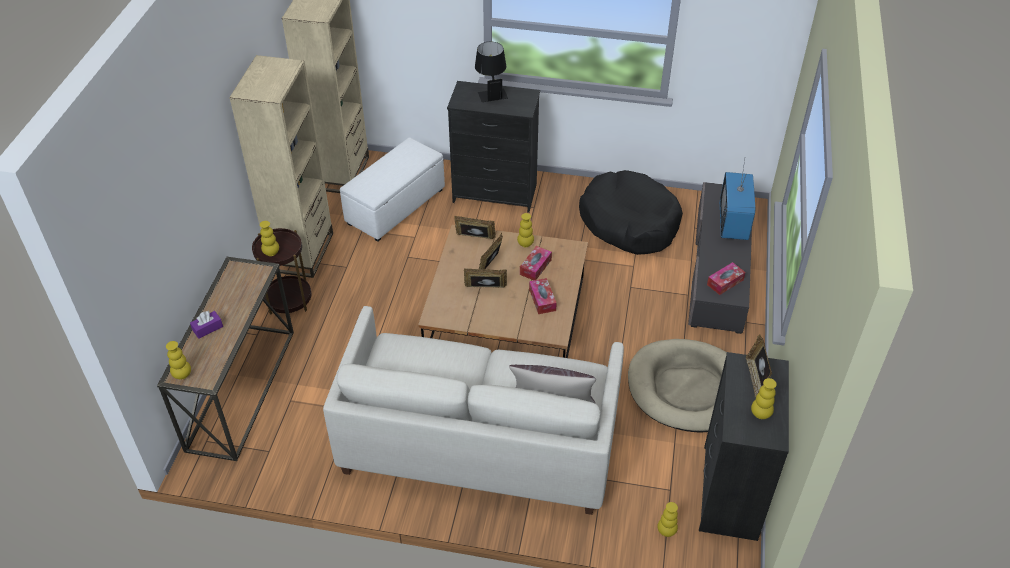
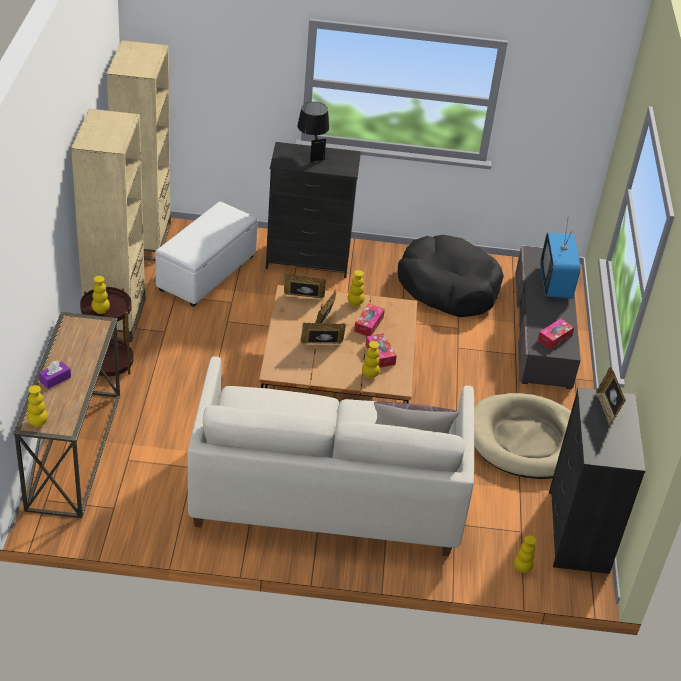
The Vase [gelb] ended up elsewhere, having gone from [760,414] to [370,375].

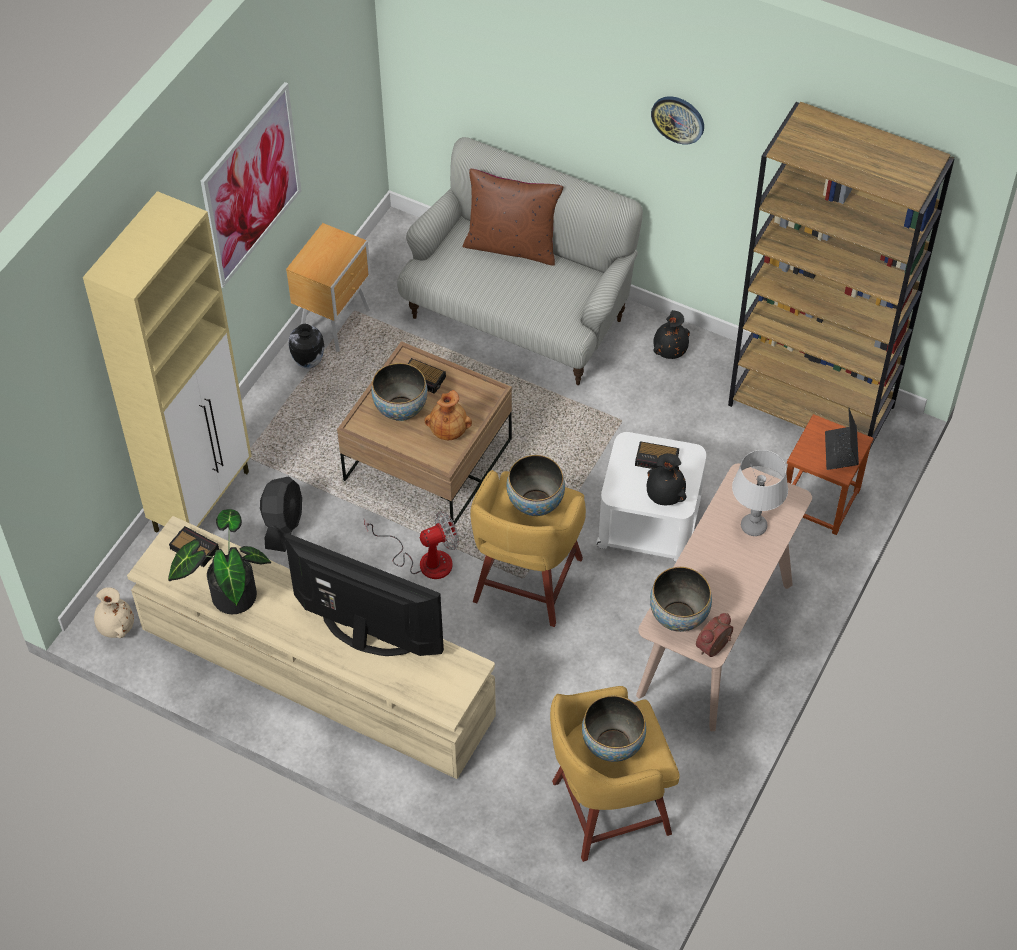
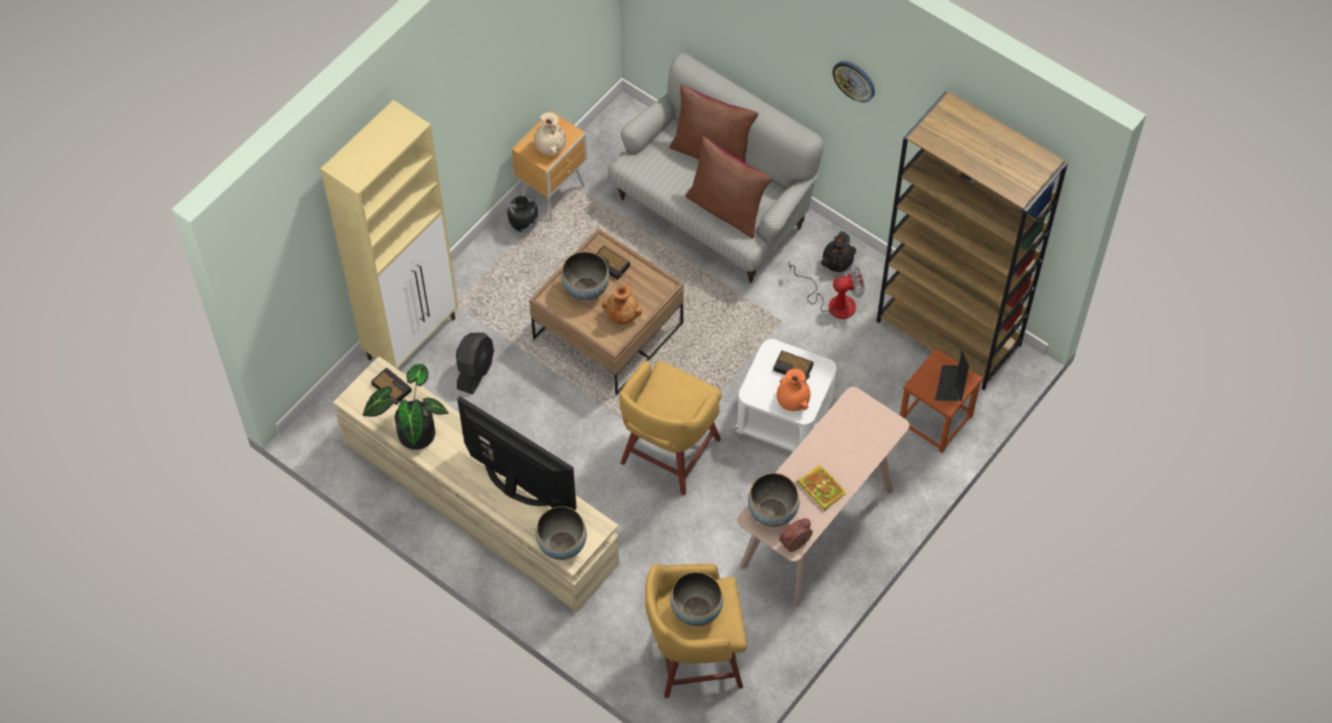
The second view lost the Bild at [251,185].
The second view lost the Tischlampe [grau] at [753,526].
What was the Vase [schwarz] at [664,496] turned into the Vase [orange] at [792,402].
The Schüssel ended up elsewhere, having gone from [535,503] to [562,545].
The Ventilator ended up elsewhere, having gone from [424,560] to [833,302].
The Vase [beige] ended up elsewhere, having gone from [116,627] to [550,147].
The second view gained the Kissen [braun] at [727,209].
The second view gained the Buch at [820,488].

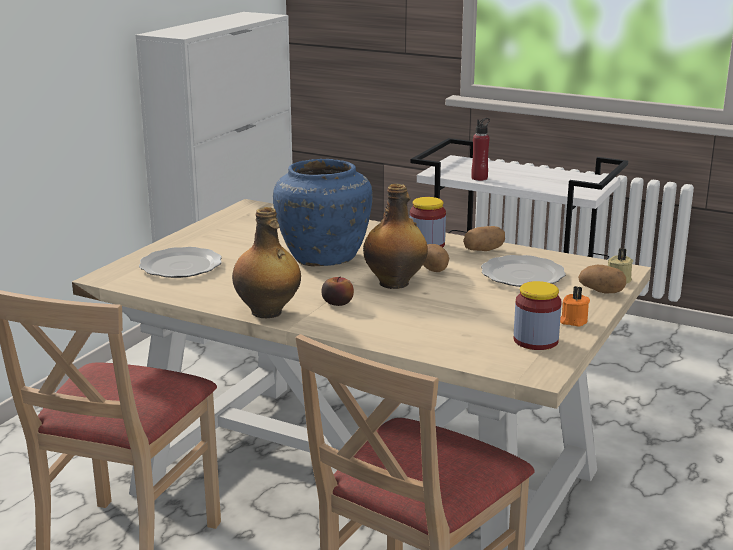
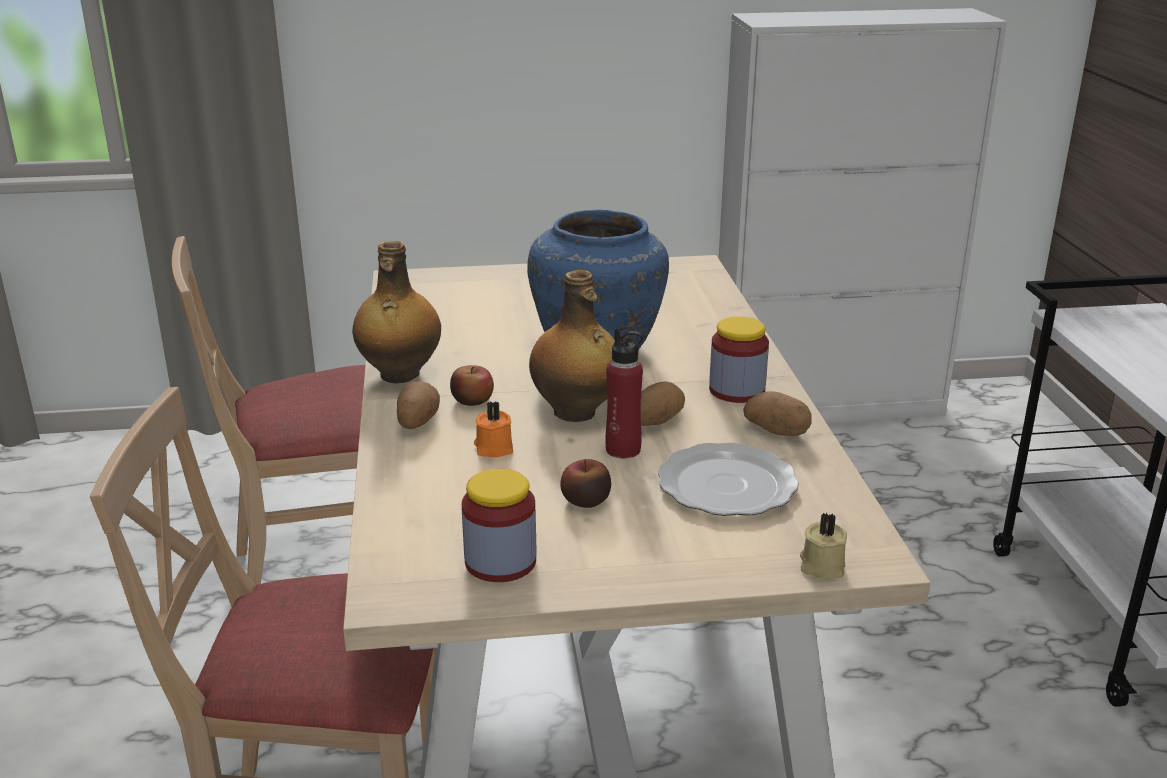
The Flasche [rot] ended up elsewhere, having gone from [479,178] to [623,449].
The second view lost the Teller at [180,266].
The Kartoffel ended up elsewhere, having gone from [602,291] to [416,422].
The Kerze [orange] ended up elsewhere, having gone from [573,321] to [493,448].
The second view gained the Apfel at [585,500].

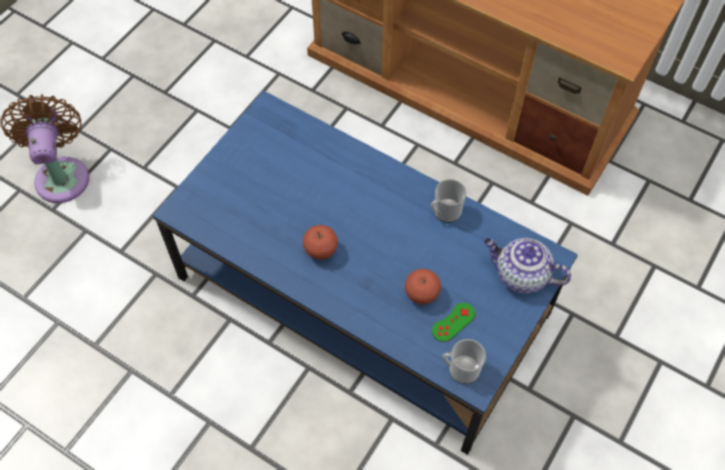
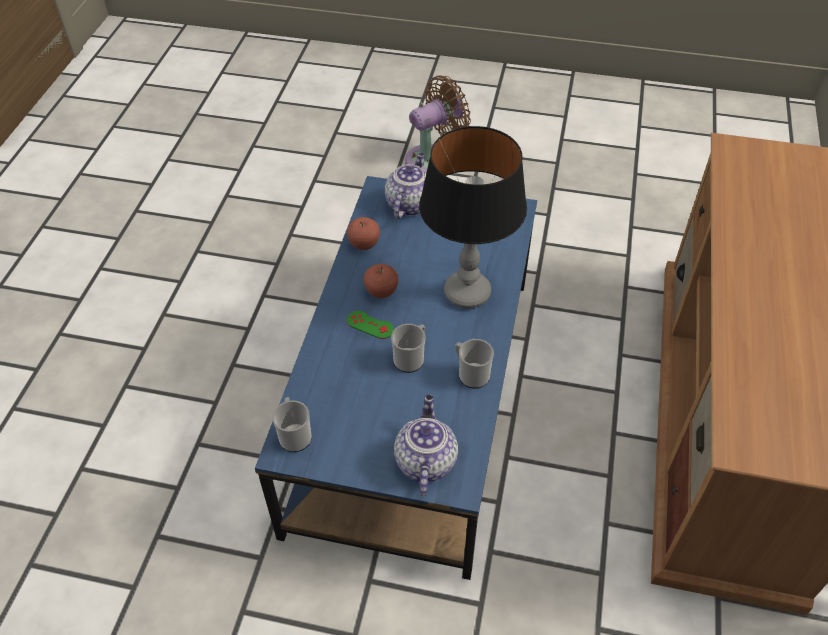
The Apfel ended up elsewhere, having gone from [421,294] to [364,244].
The Gamepad [grün] ended up elsewhere, having gone from [453,322] to [370,325].
The second view gained the Tischlampe at [466,293].
The second view gained the Teekanne at [409,204].
The second view gained the Henkelbecher at [411,358].

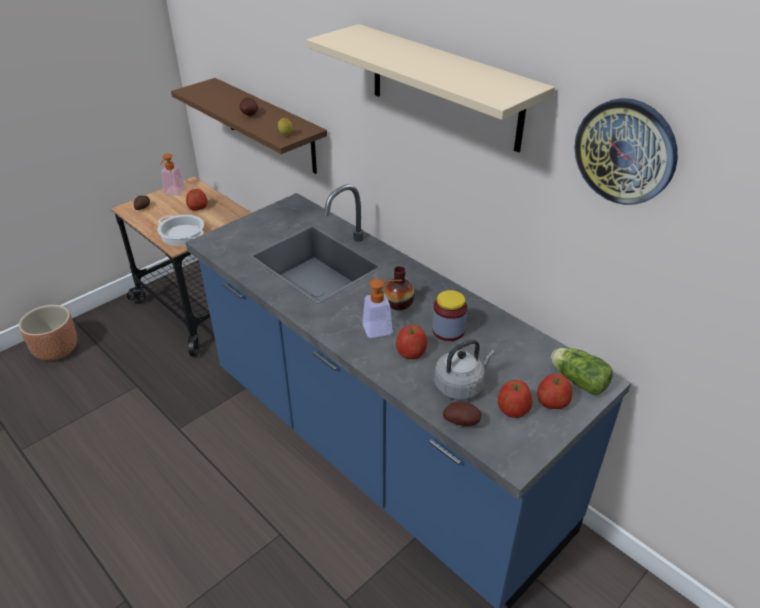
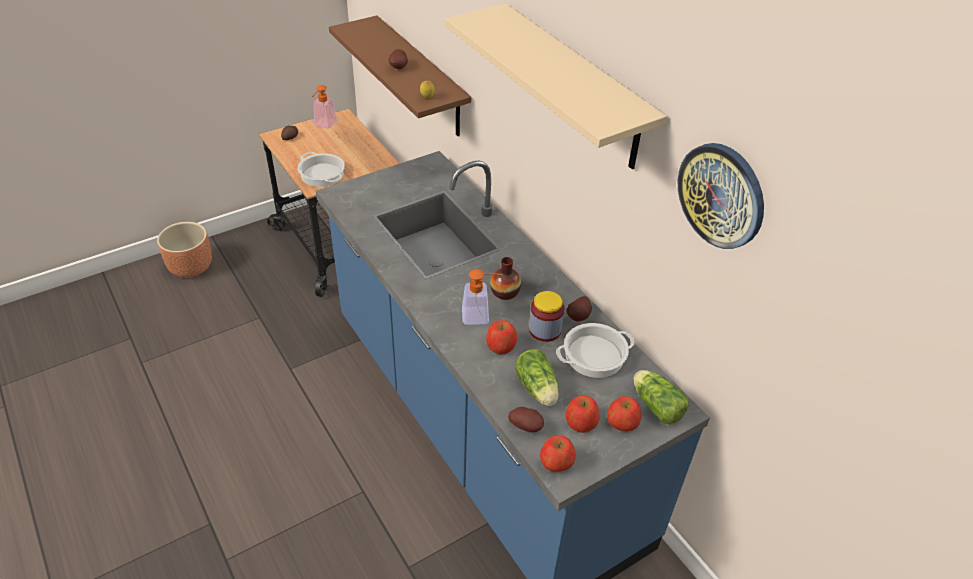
The Apfel ended up elsewhere, having gone from [197,207] to [556,462].
Where the Wasserkessel [grau] stood at [460,386], the Salatkopf came to stand at [537,389].
The second view gained the Kartoffel at [579,317].
The second view gained the Kochtopf at [594,355].

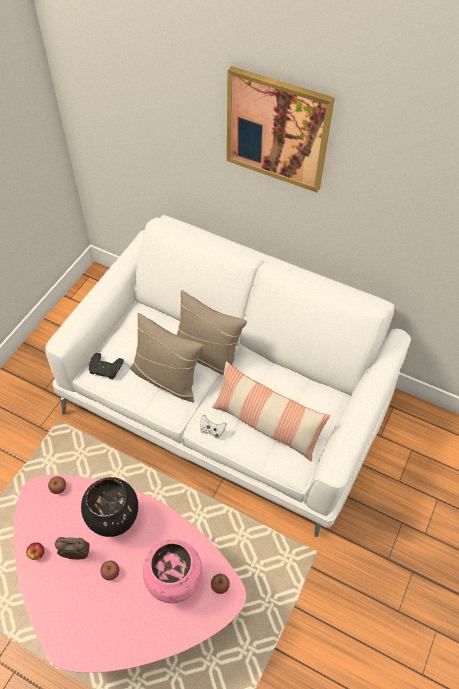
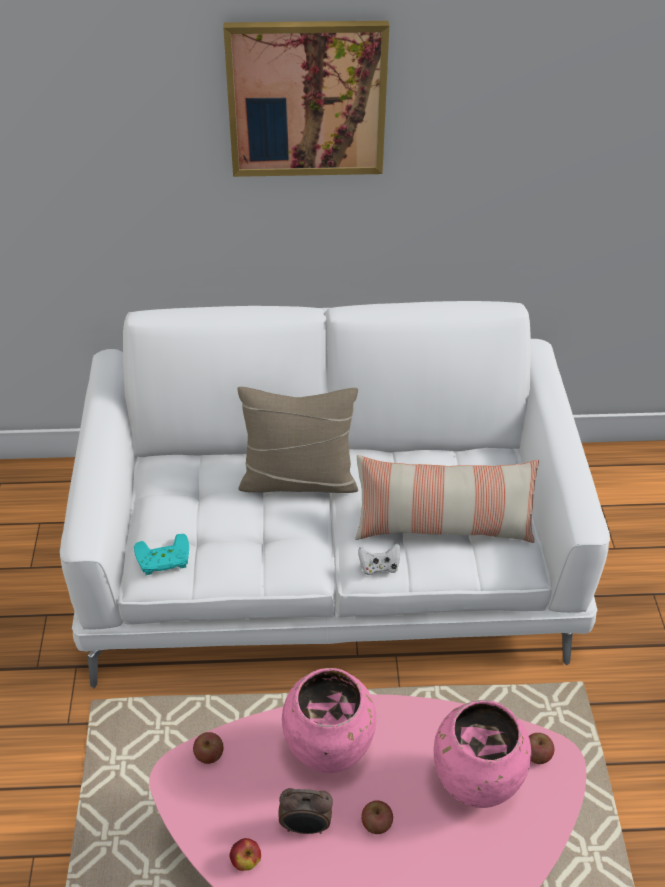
The second view lost the Kissen [beige] at [167,378].
What was the Gamepad [schwarz] at [104,369] turned into the Gamepad [türkis] at [163,560].
What was the Vase [schwarz] at [116,520] turned into the Vase [rosa] at [329,751].
The Wecker at [76,553] ended up facing another way, 150 degrees counterclockwise from before.

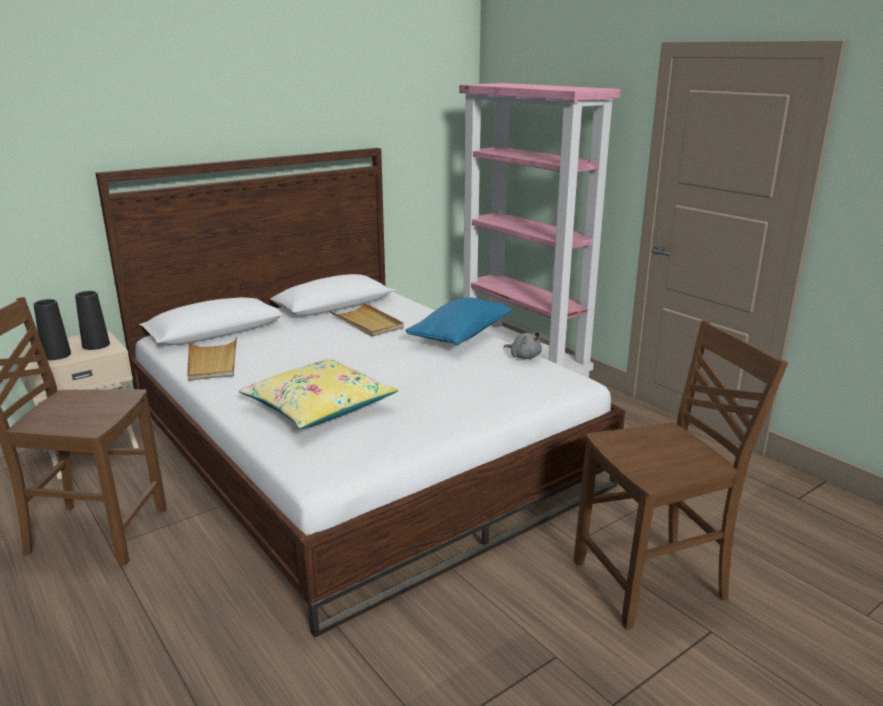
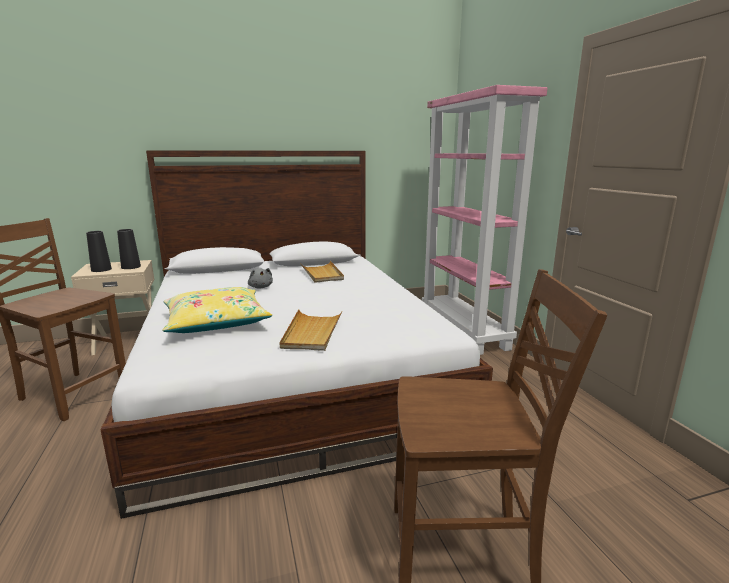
The second view lost the Kissen [blau] at [460,336].
The Plüschtier [grau] ended up elsewhere, having gone from [524,356] to [261,287].
The Tablett [beige] ended up elsewhere, having gone from [212,362] to [312,332].

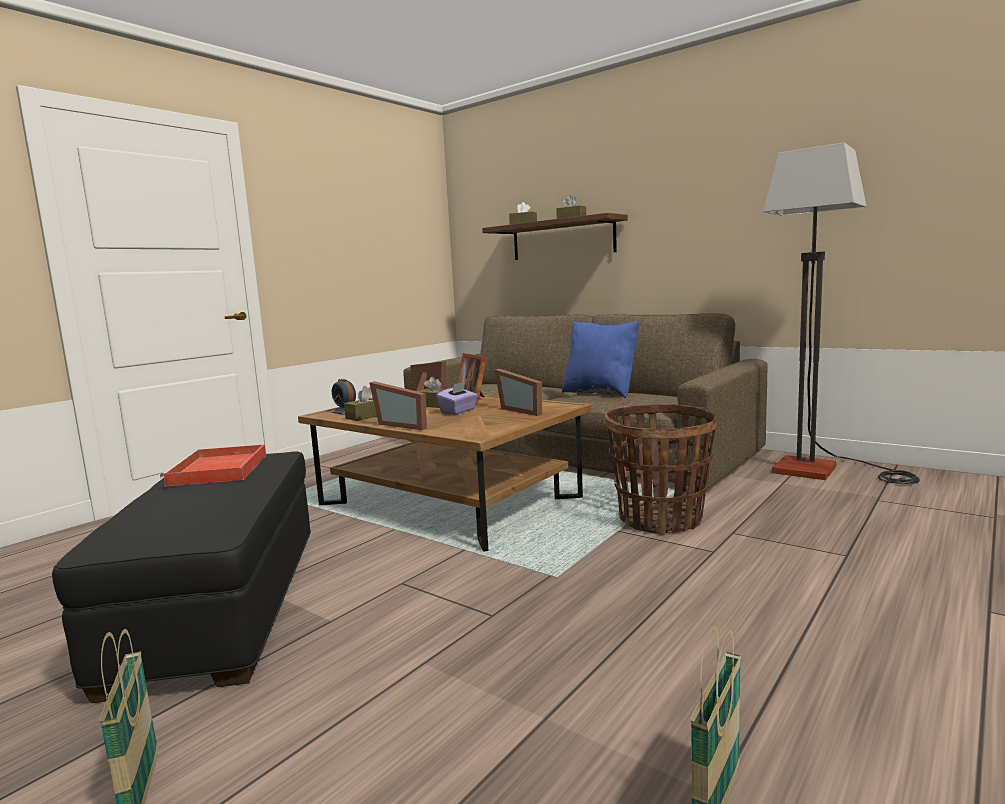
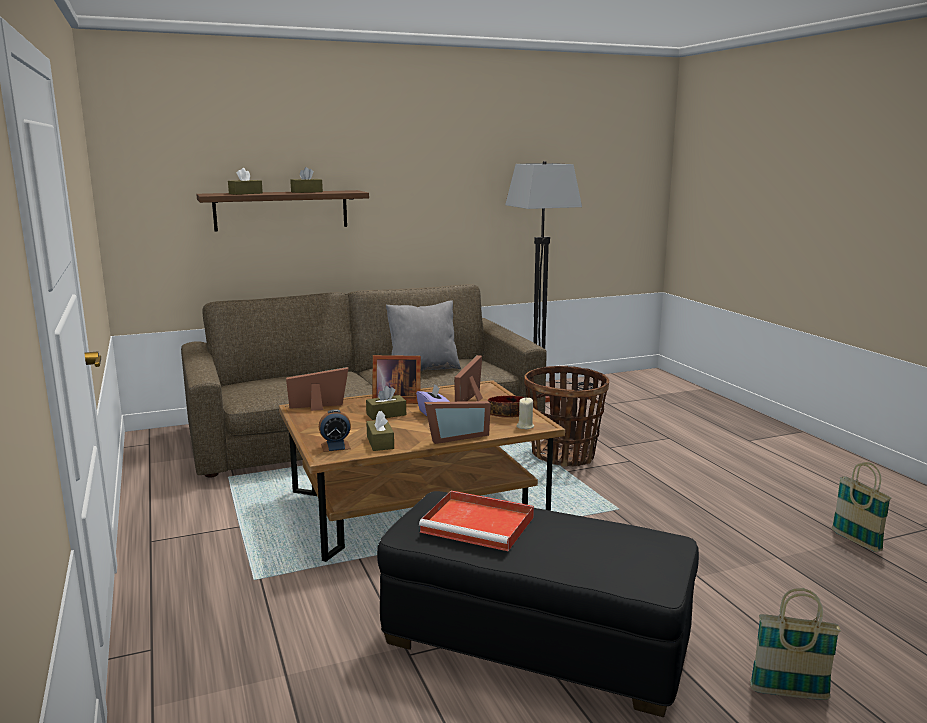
What was the Kissen [blau] at [600,393] turned into the Kissen [grau] at [423,369].
The Bilderrahmen at [523,410] ended up facing another way, 120 degrees clockwise from before.
The second view gained the Schüssel at [508,415].
The second view gained the Kerze [beige] at [525,426].

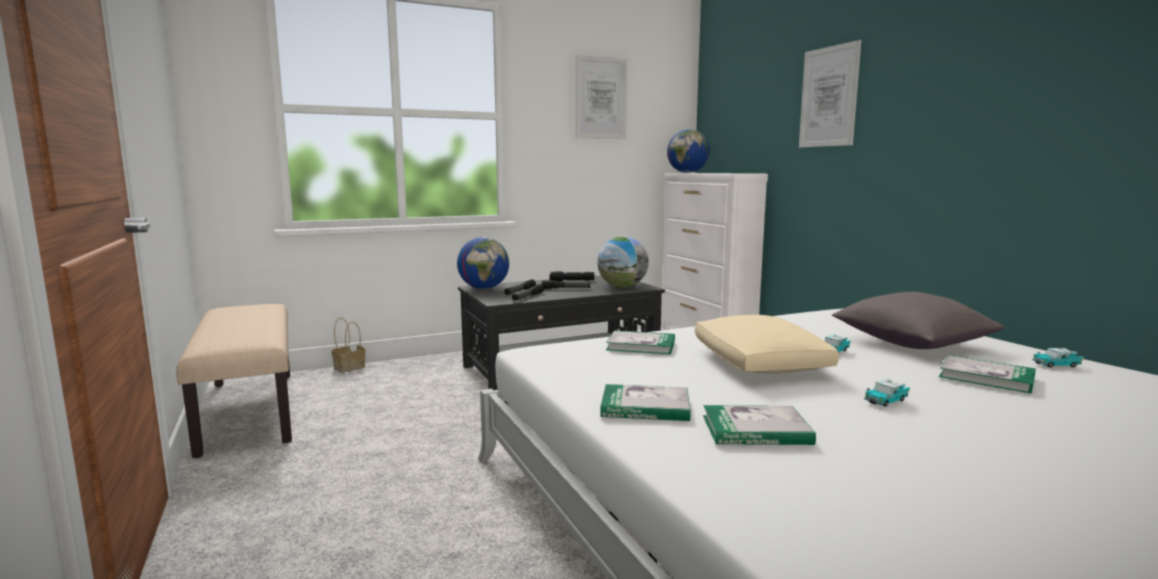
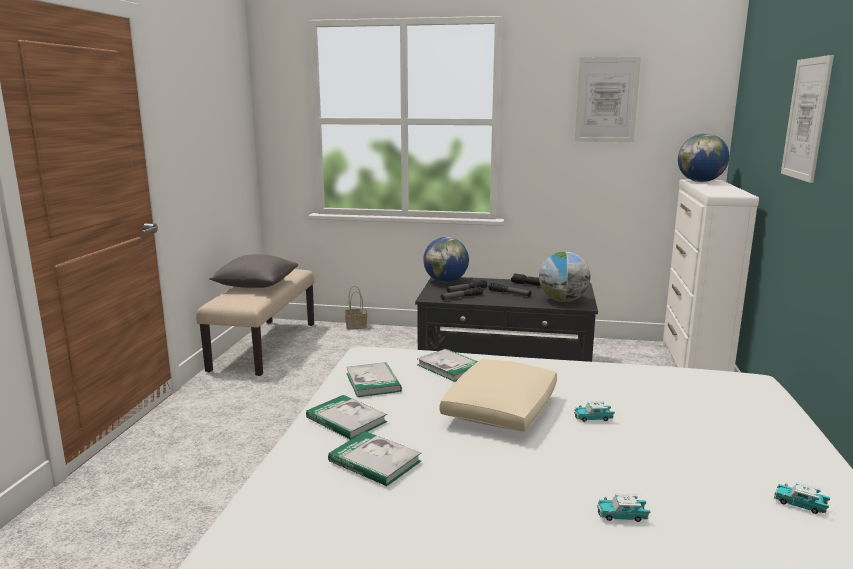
The Kissen [grau] ended up elsewhere, having gone from [911,344] to [255,285].
The Buch ended up elsewhere, having gone from [986,377] to [373,382].
The Spielzeugauto ended up elsewhere, having gone from [886,401] to [622,515].

